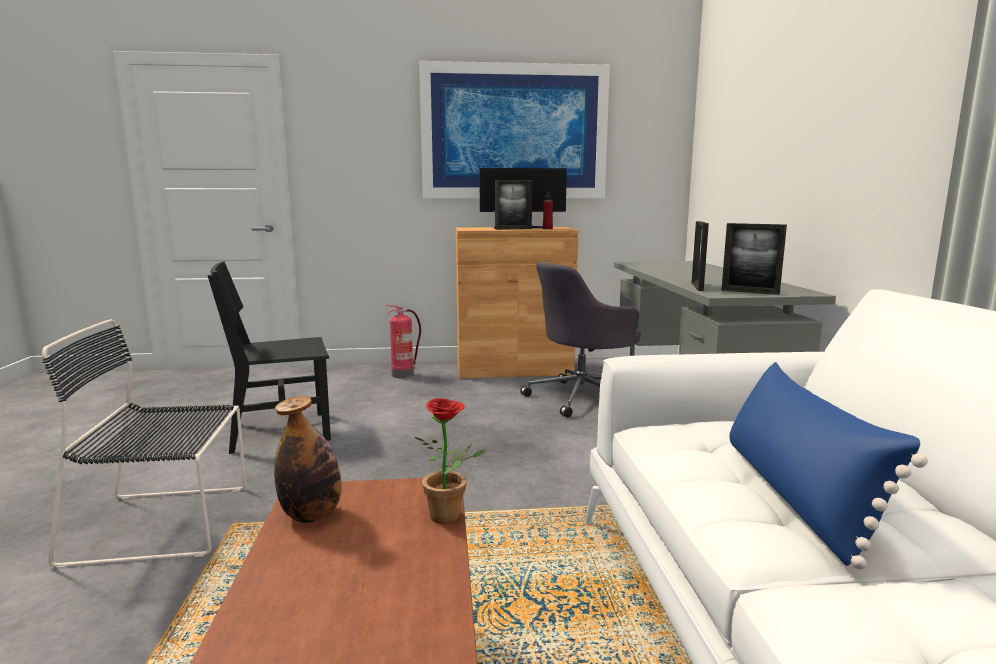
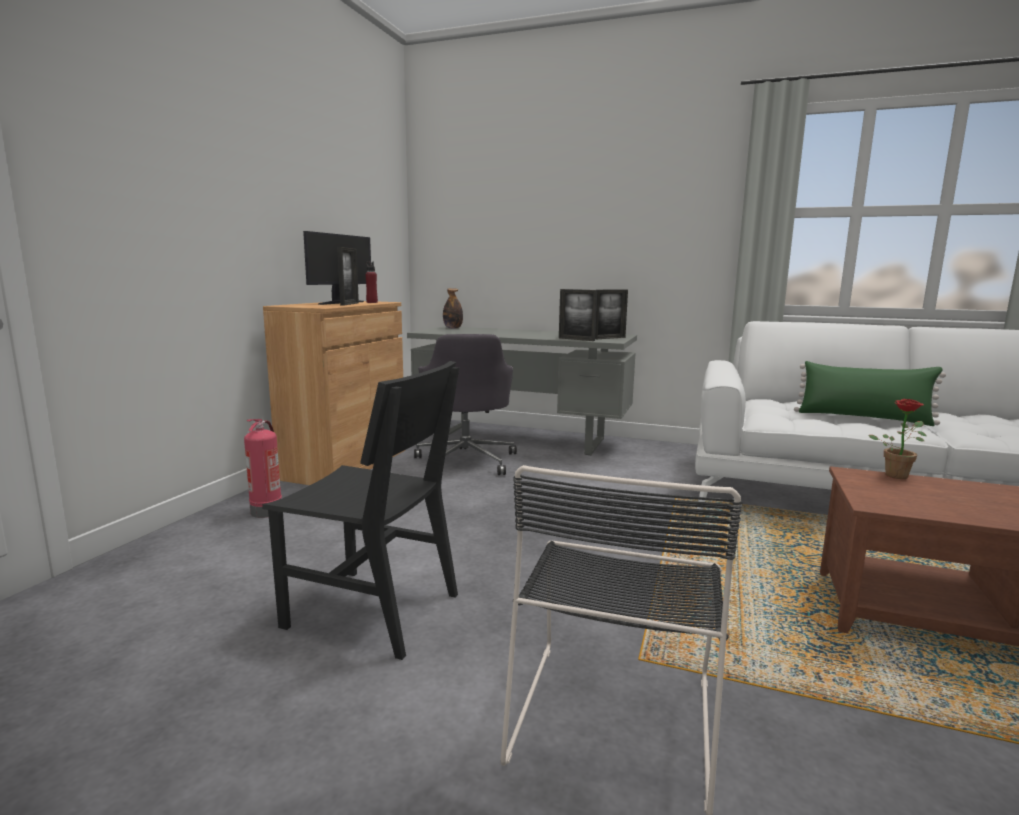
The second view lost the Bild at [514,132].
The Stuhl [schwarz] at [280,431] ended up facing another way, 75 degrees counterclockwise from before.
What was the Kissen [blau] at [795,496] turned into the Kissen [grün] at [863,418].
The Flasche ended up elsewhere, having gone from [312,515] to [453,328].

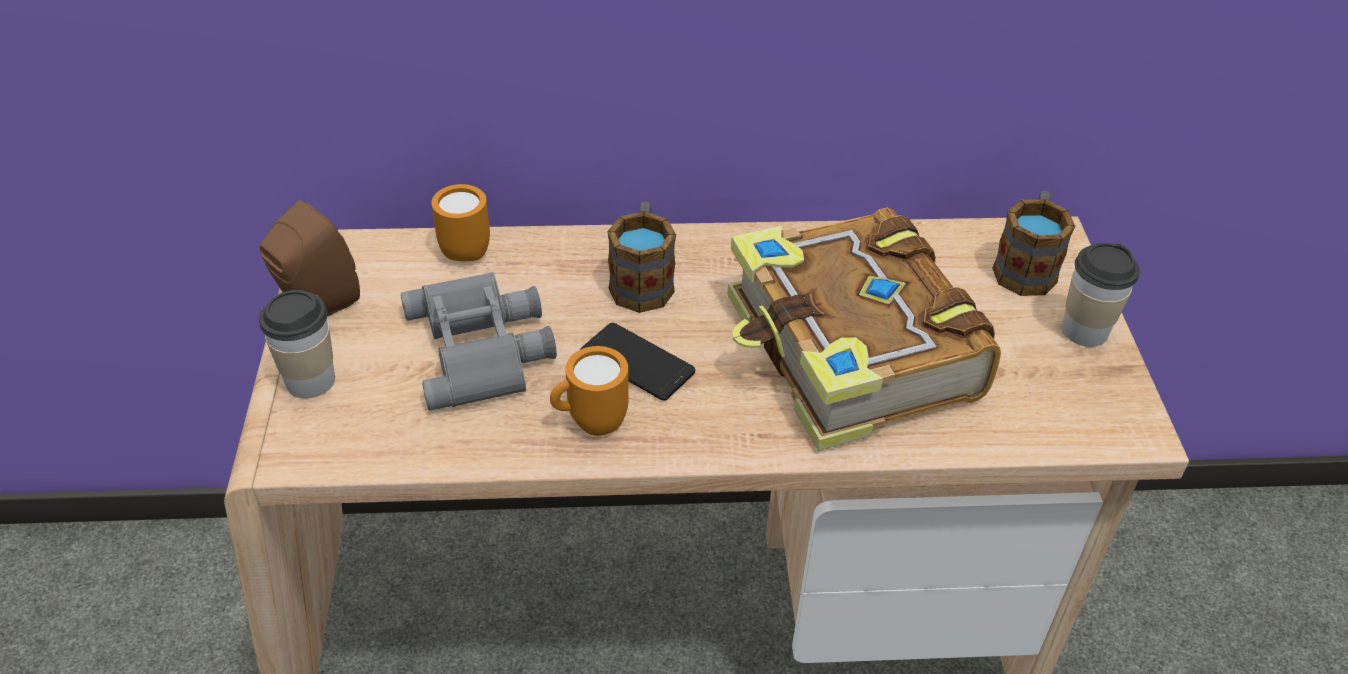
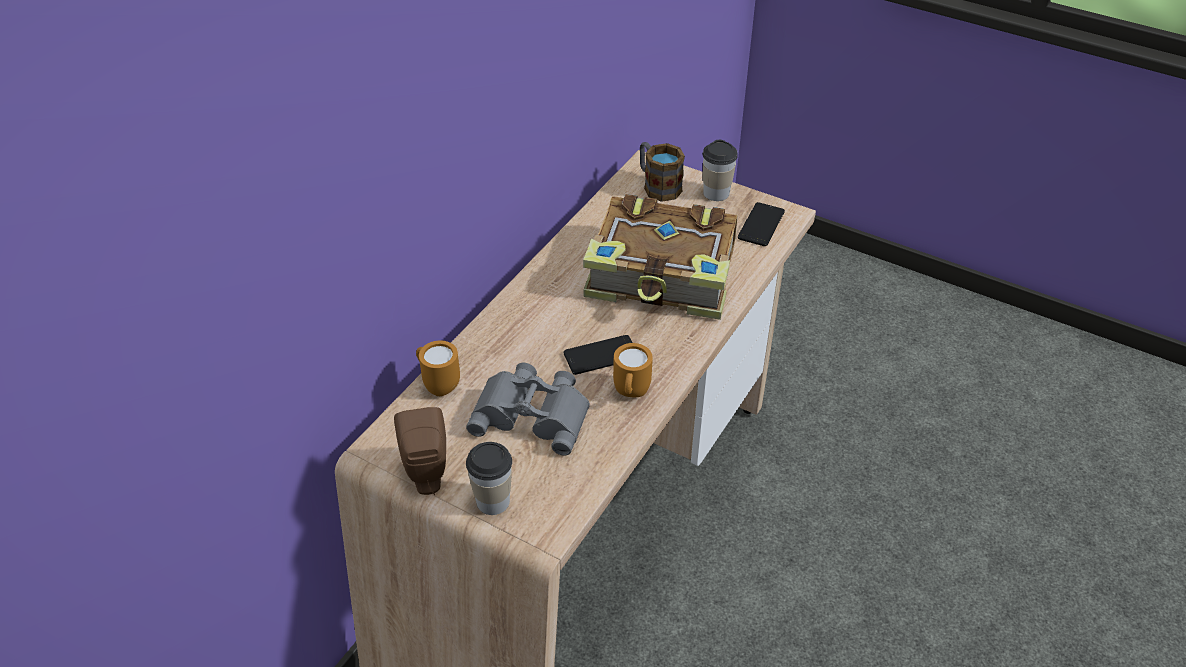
The second view lost the Henkelbecher at [642,280].
The second view gained the Handy at [761,225].

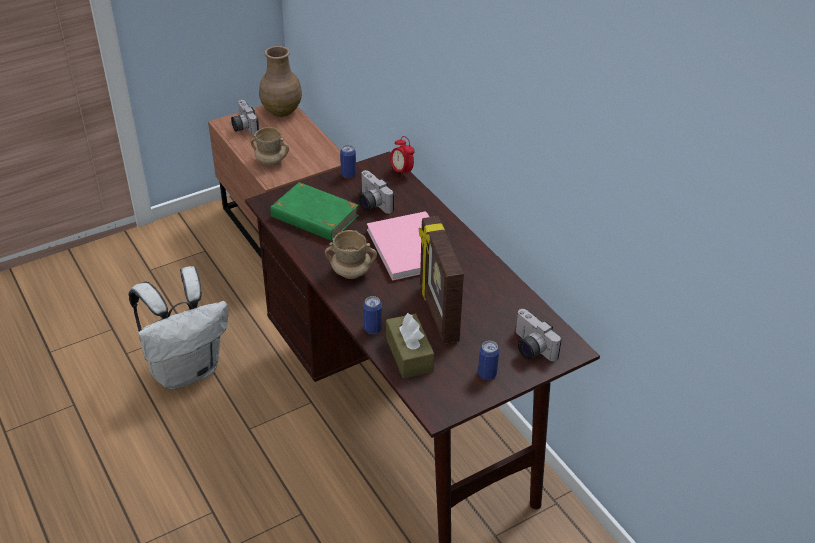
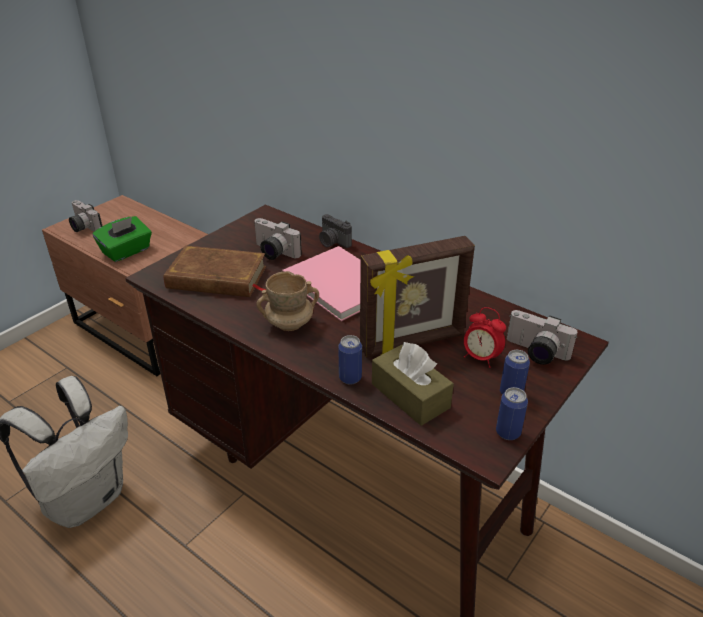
The second view lost the Vase [braun] at [282,110].
Where the Henkelbecher [beige] stood at [271,161], the Taschentuchbox [grün] came to stand at [126,251].
The Wecker ended up elsewhere, having gone from [401,172] to [480,358].
The Dose ended up elsewhere, having gone from [348,174] to [508,432].
What was the Buch [grün] at [315,217] turned into the Buch [braun] at [217,278].
The Bilderrahmen at [437,313] ended up facing another way, 75 degrees counterclockwise from before.
The second view gained the Kamera at [333,242].

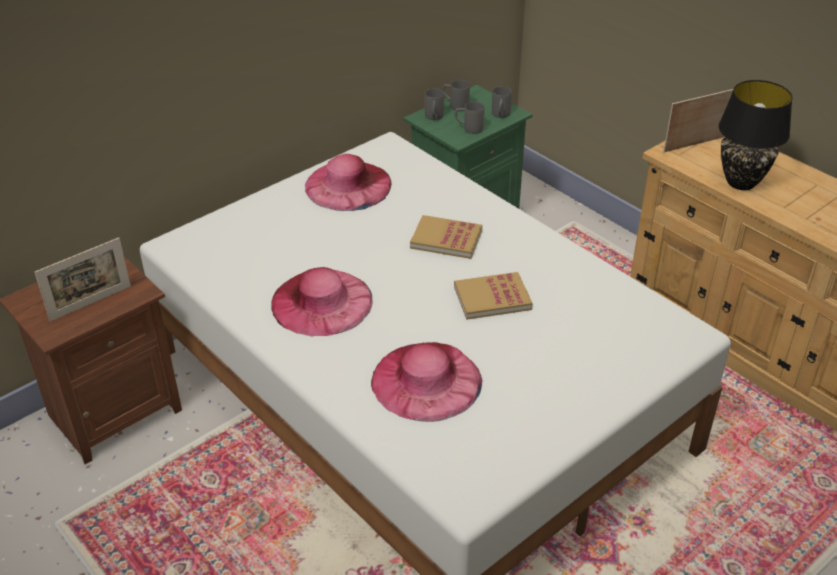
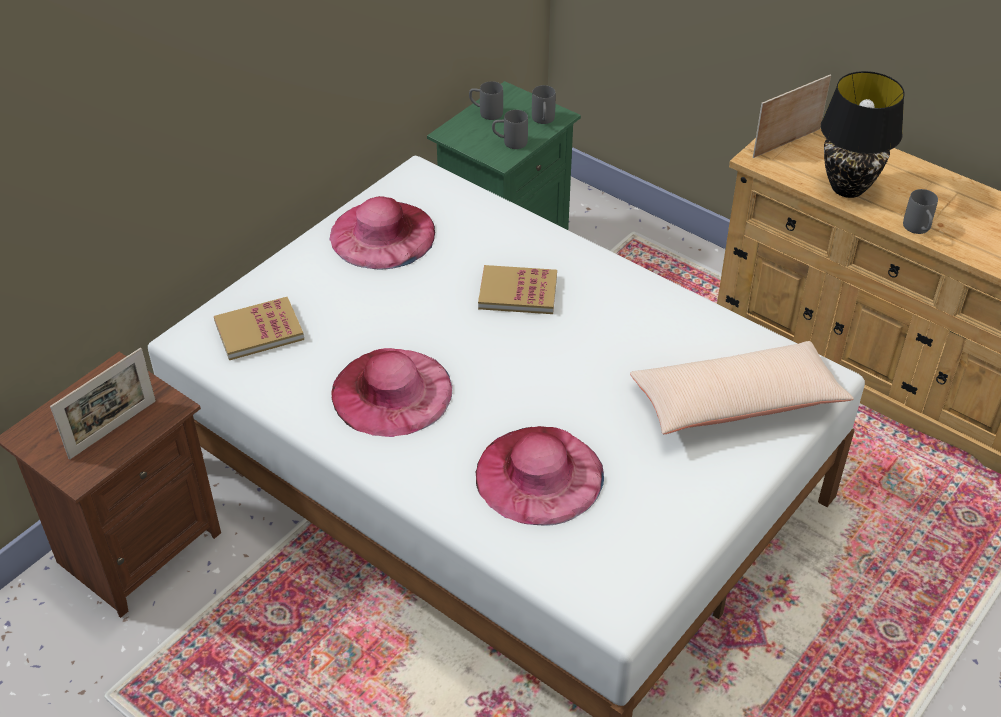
The Henkelbecher [grau] ended up elsewhere, having gone from [434,118] to [918,230].
The Buch ended up elsewhere, having gone from [492,298] to [259,331].
The second view gained the Kissen [beige] at [736,402].

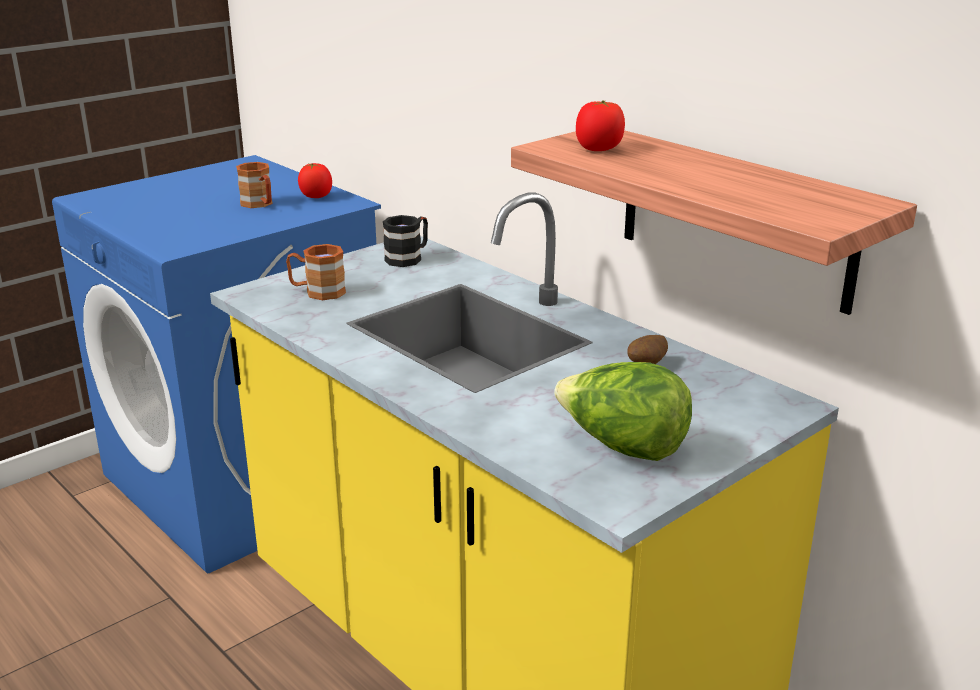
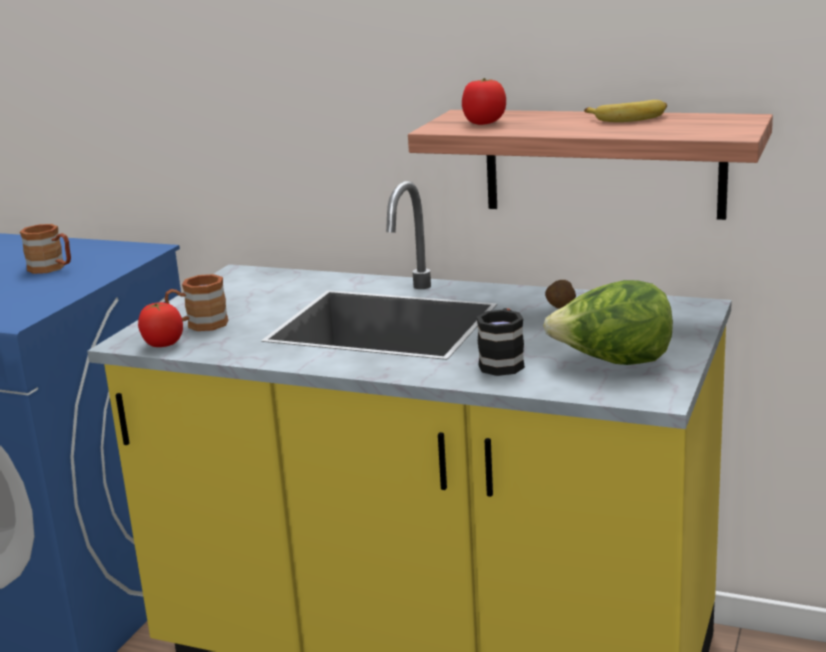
The Tomate ended up elsewhere, having gone from [316,196] to [162,344].
The Henkelbecher [schwarz] ended up elsewhere, having gone from [408,258] to [503,362].
The second view gained the Banane at [629,118].

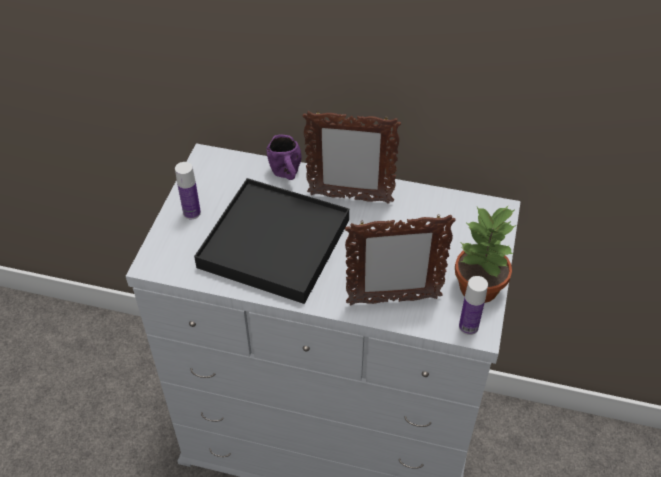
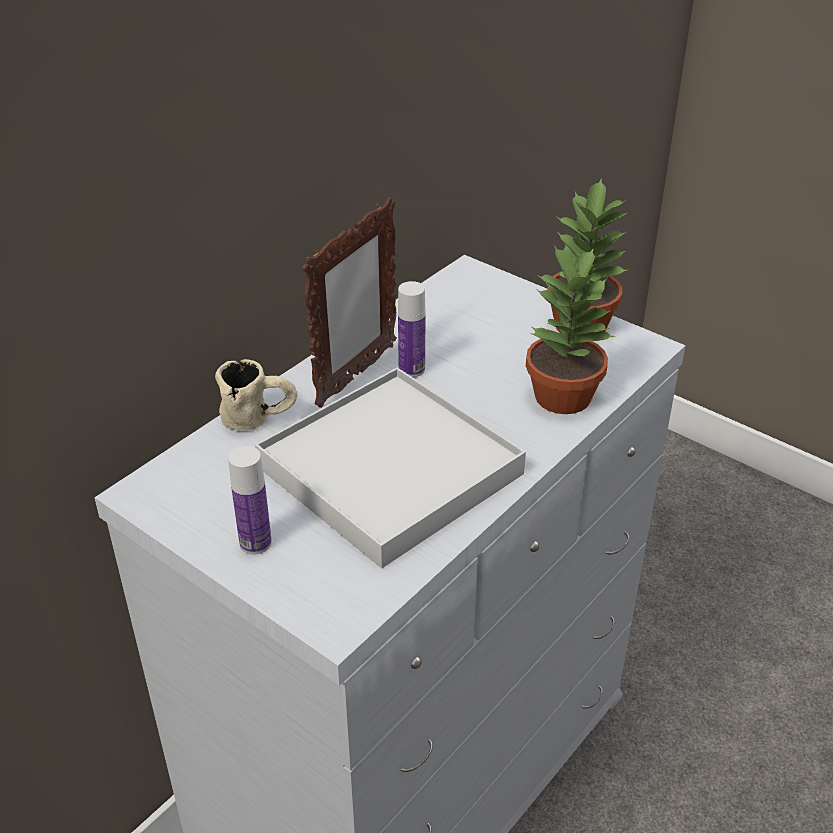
What was the Henkelbecher [lila] at [287,175] turned into the Henkelbecher [beige] at [260,419].
What was the Tablett [schwarz] at [274,244] turned into the Tablett [weiß] at [390,471].
Where the Bilderrahmen stood at [392,300], the Topfpflanze came to stand at [563,395].
The Flasche ended up elsewhere, having gone from [468,327] to [411,369].

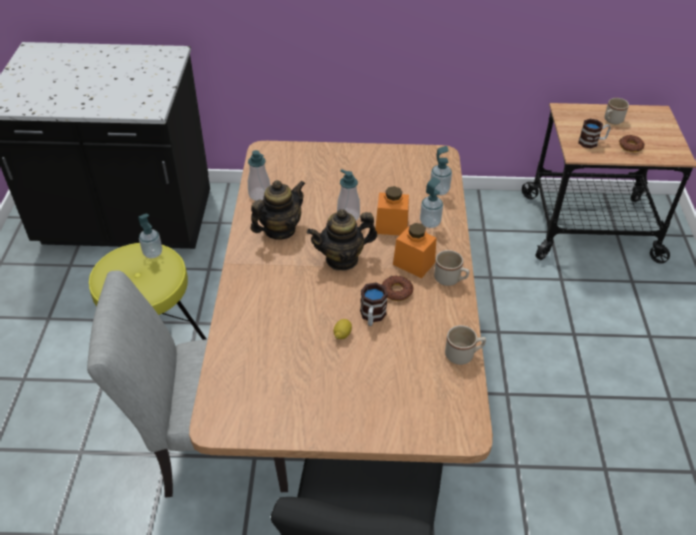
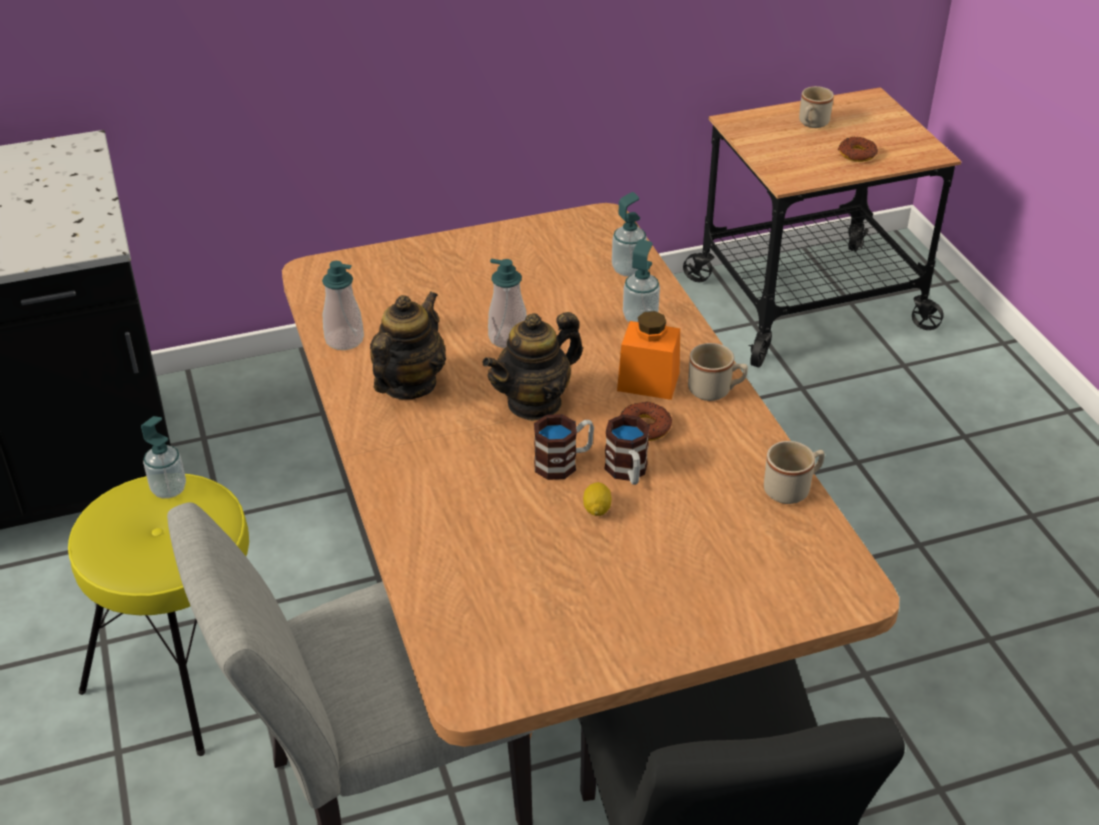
The Henkelbecher ended up elsewhere, having gone from [592,142] to [564,462].
The second view lost the Vorratsglas [orange] at [391,226].

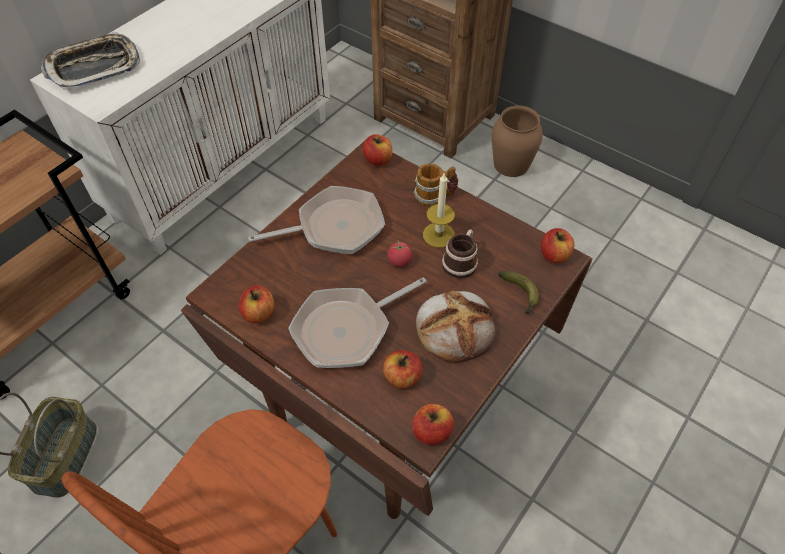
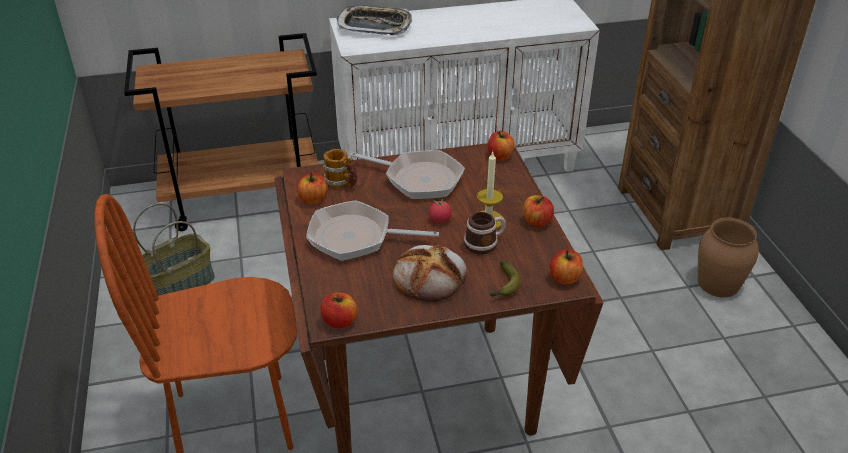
The Henkelbecher ended up elsewhere, having gone from [435,196] to [342,183].
The Apfel ended up elsewhere, having gone from [402,377] to [536,221].

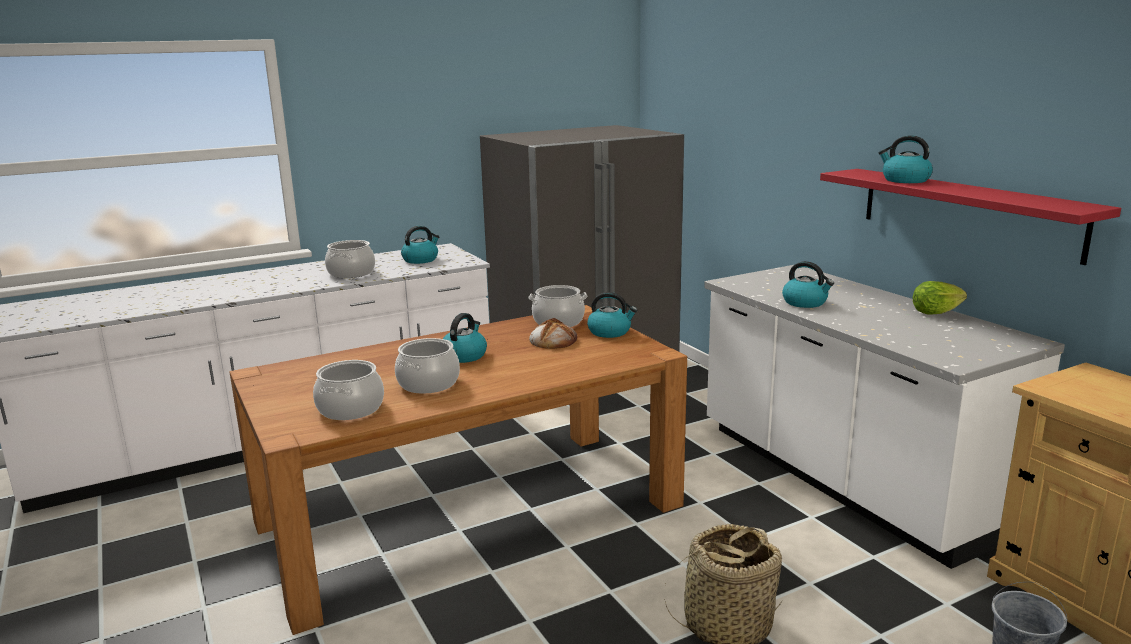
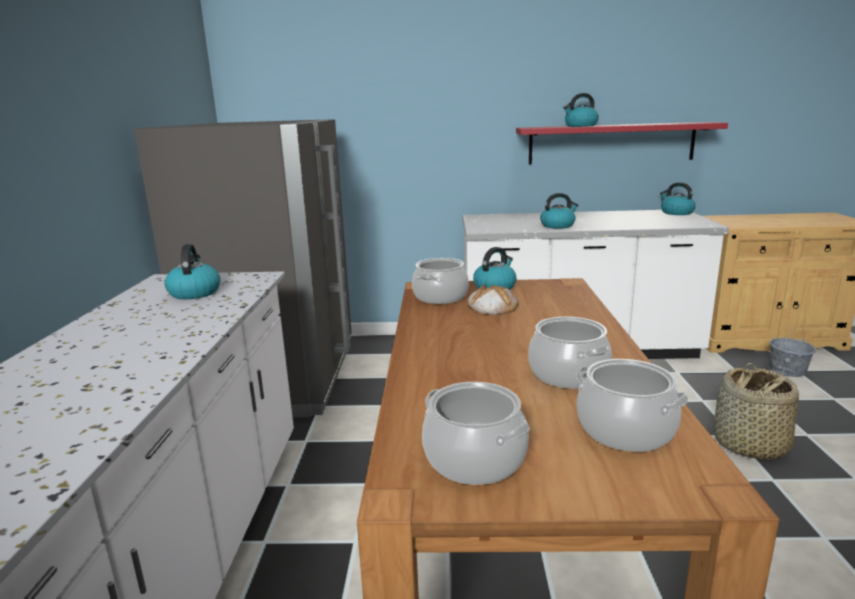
The Kochtopf ended up elsewhere, having gone from [351,273] to [475,459].
The second view lost the Salatkopf at [935,312].
The Wasserkessel ended up elsewhere, having gone from [464,355] to [676,213].

